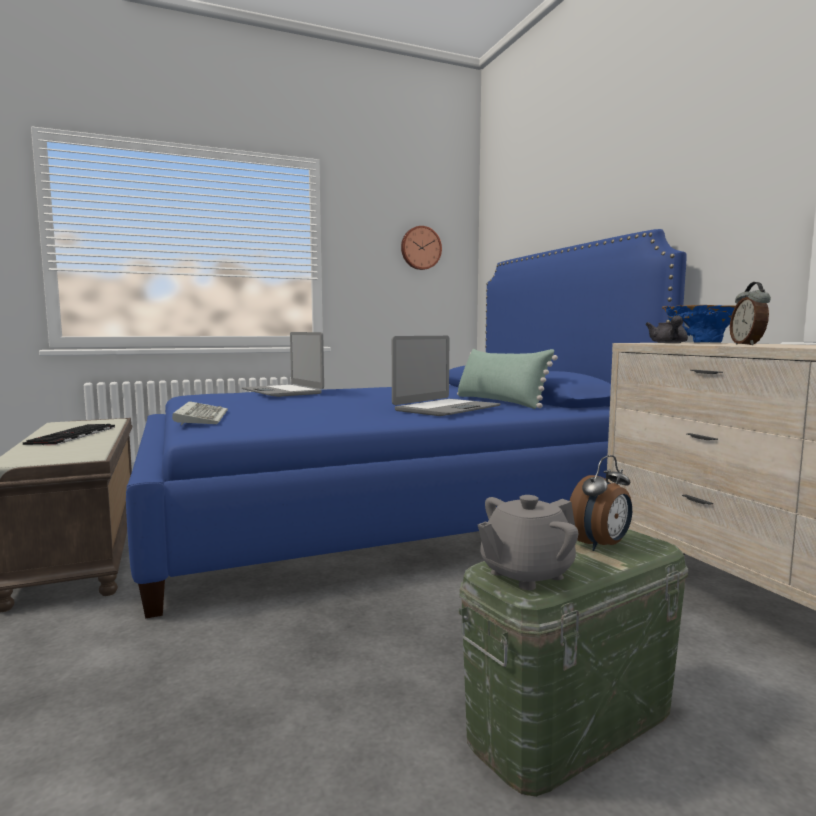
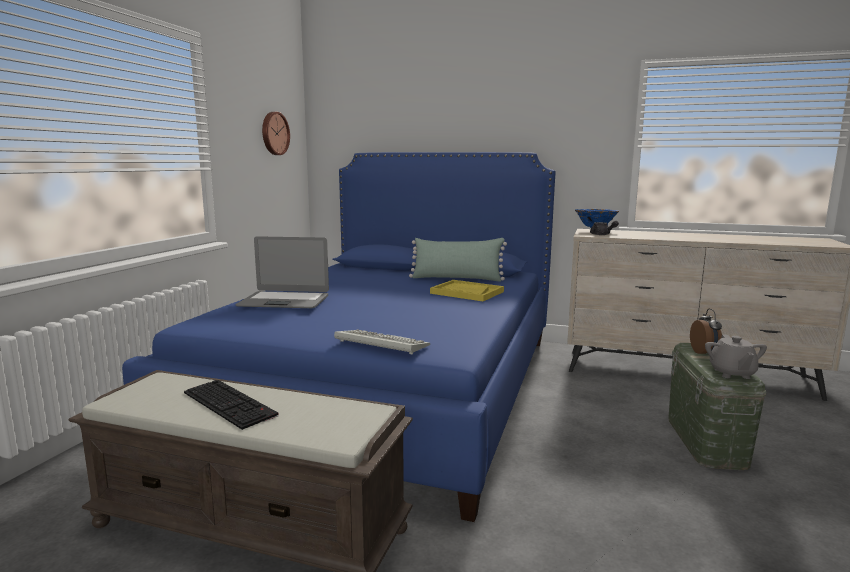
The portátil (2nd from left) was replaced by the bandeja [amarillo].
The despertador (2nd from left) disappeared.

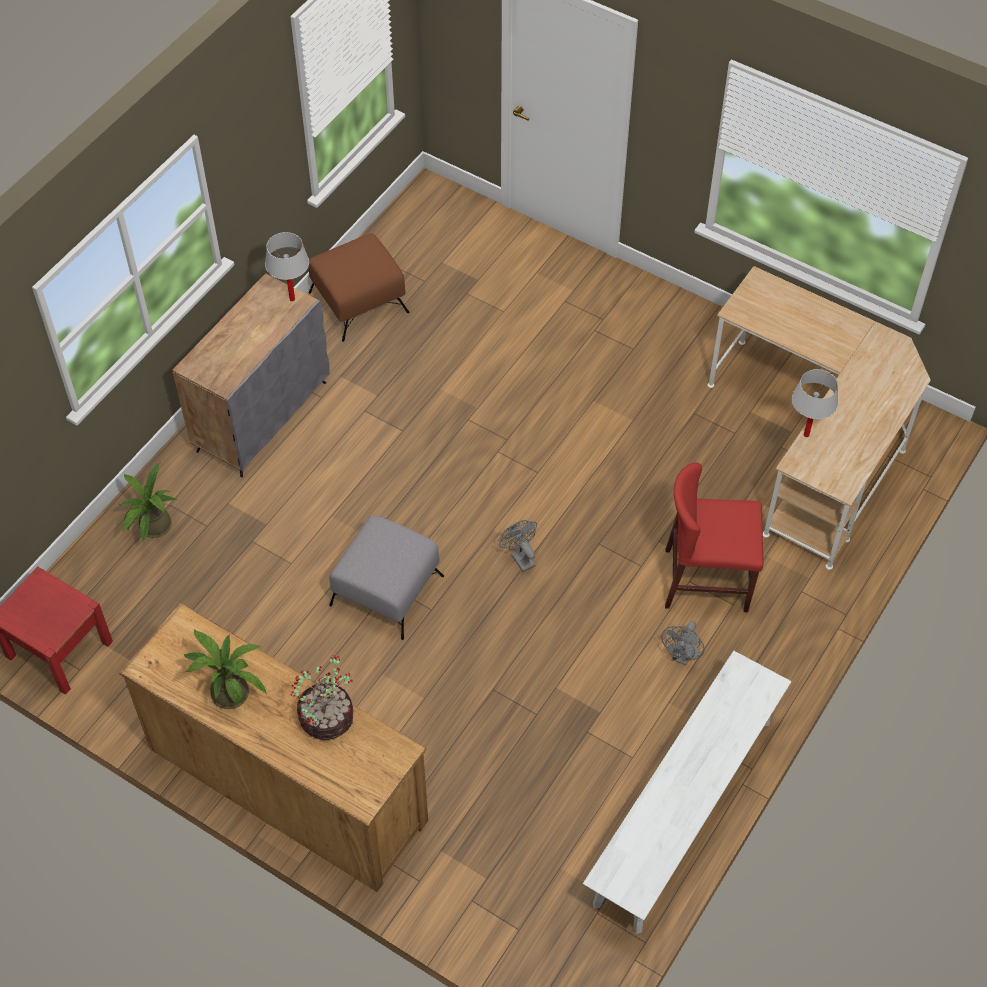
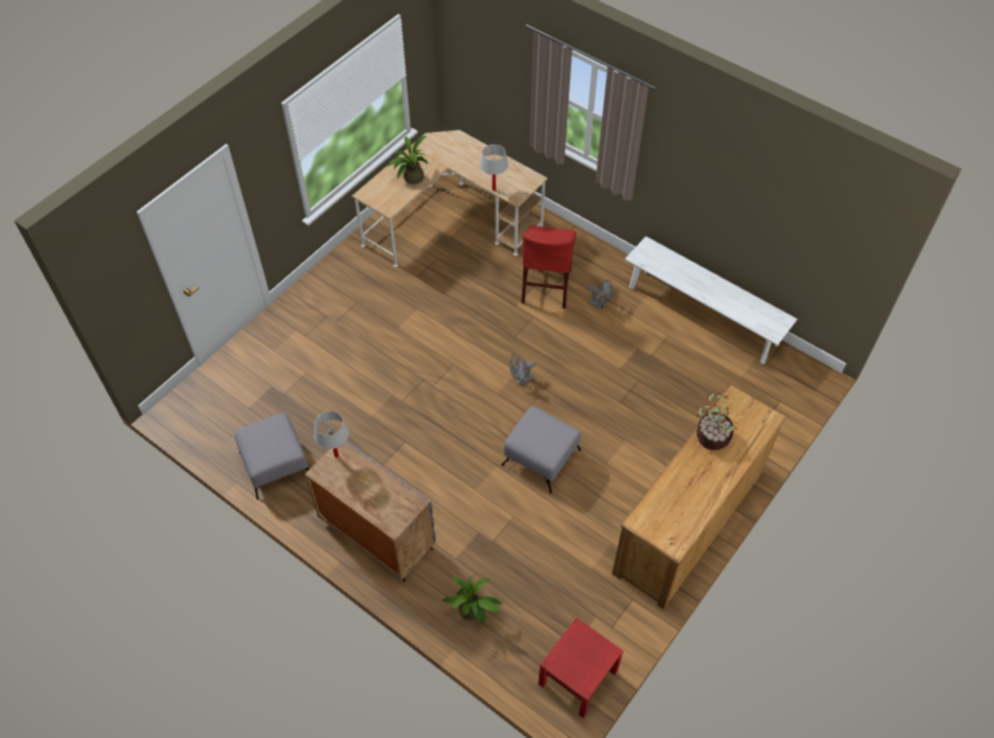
The planta en maceta (2nd from left in the first image) moved.
The puf [marrón] became the puf [gris] (1st from left).

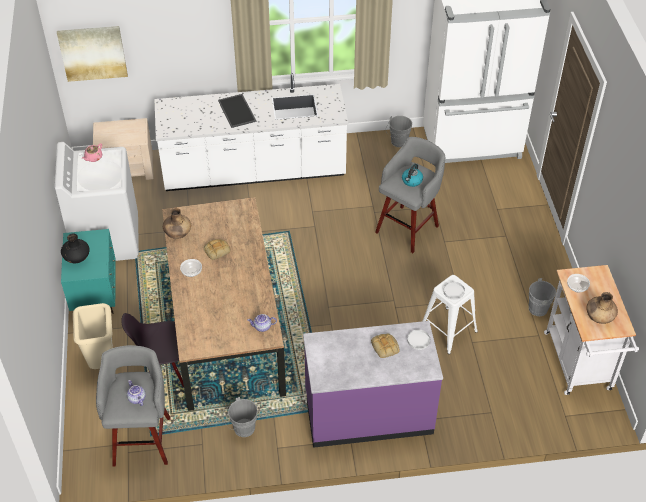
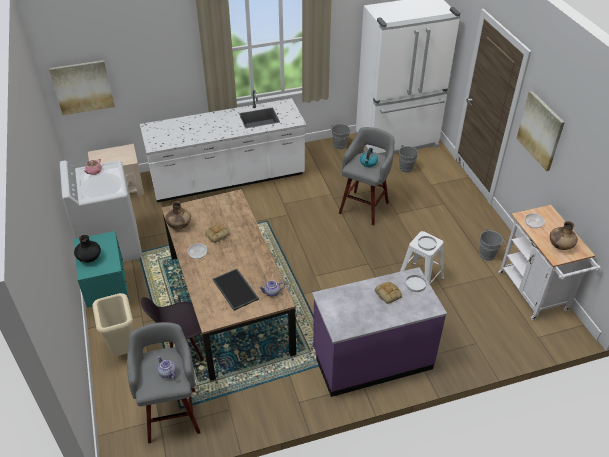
The bandeja moved.
The cubo [gris] (1st from left in the first image) moved.
The cuadro (2nd from left) appeared.

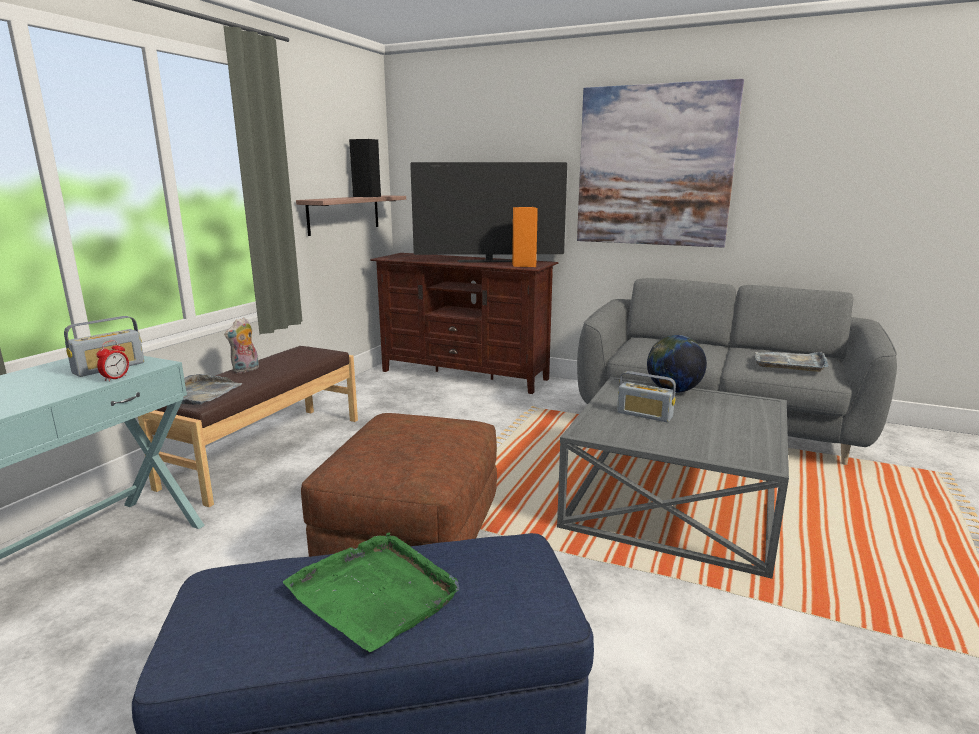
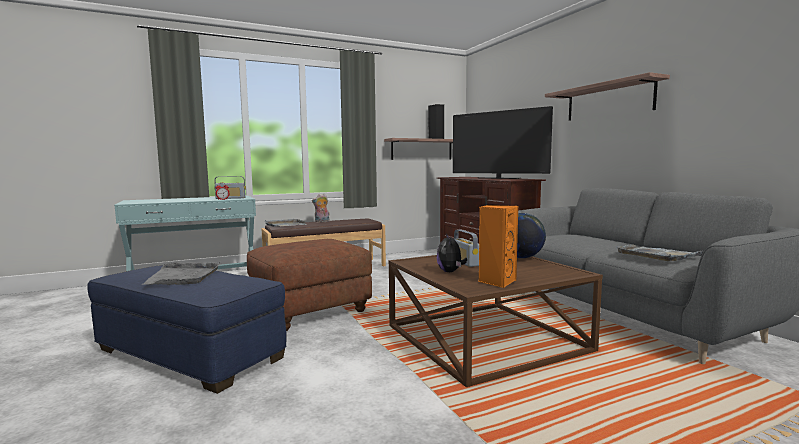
The bandeja [verde] became the bandeja [gris] (1st from left).
The altavoz [naranja] moved.
The mesa de centro [gris] became the mesa de centro [marrón].
The cuadro was replaced by the estante (2nd from left).
The peluche (2nd from left) appeared.

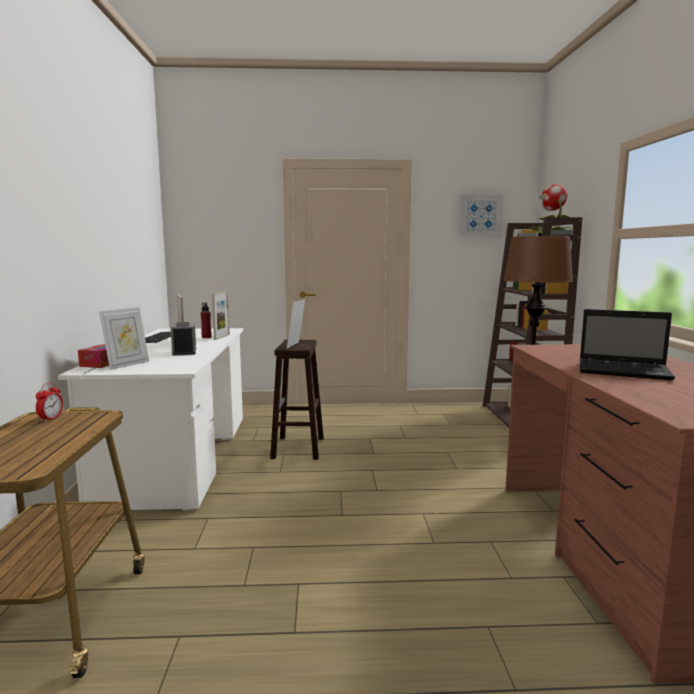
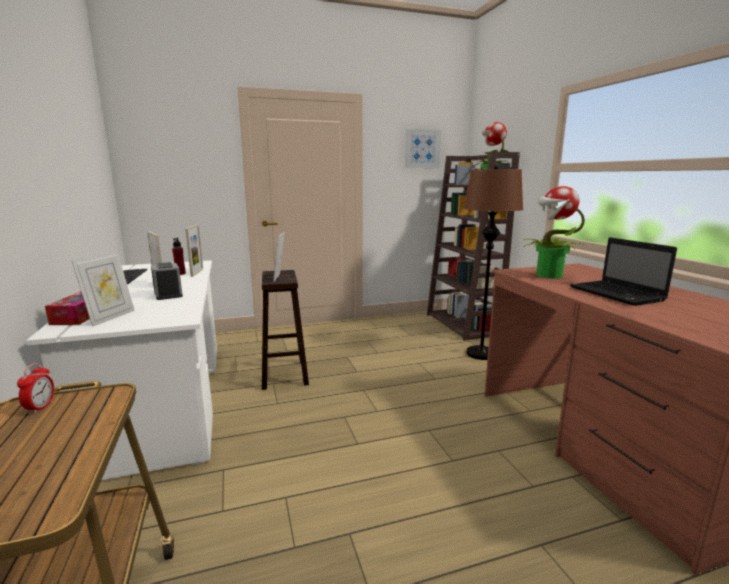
The portátil turned 60 degrees clockwise.
The planta en maceta (2nd from left) appeared.

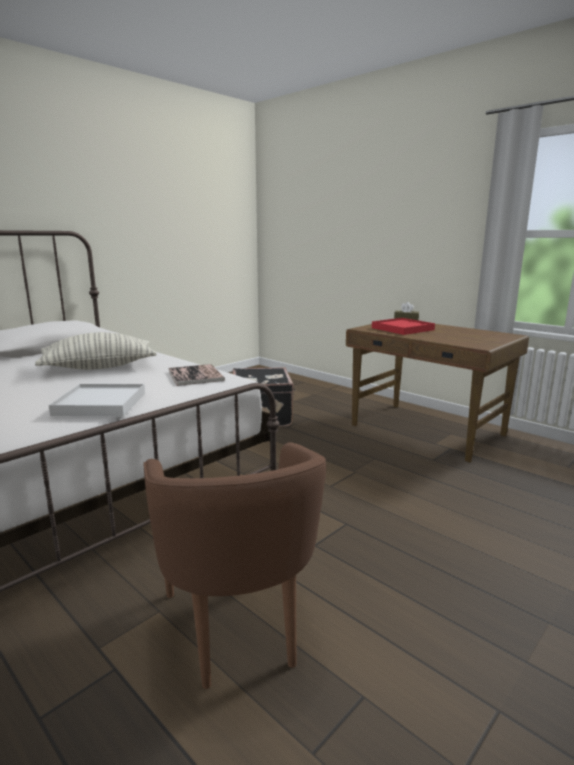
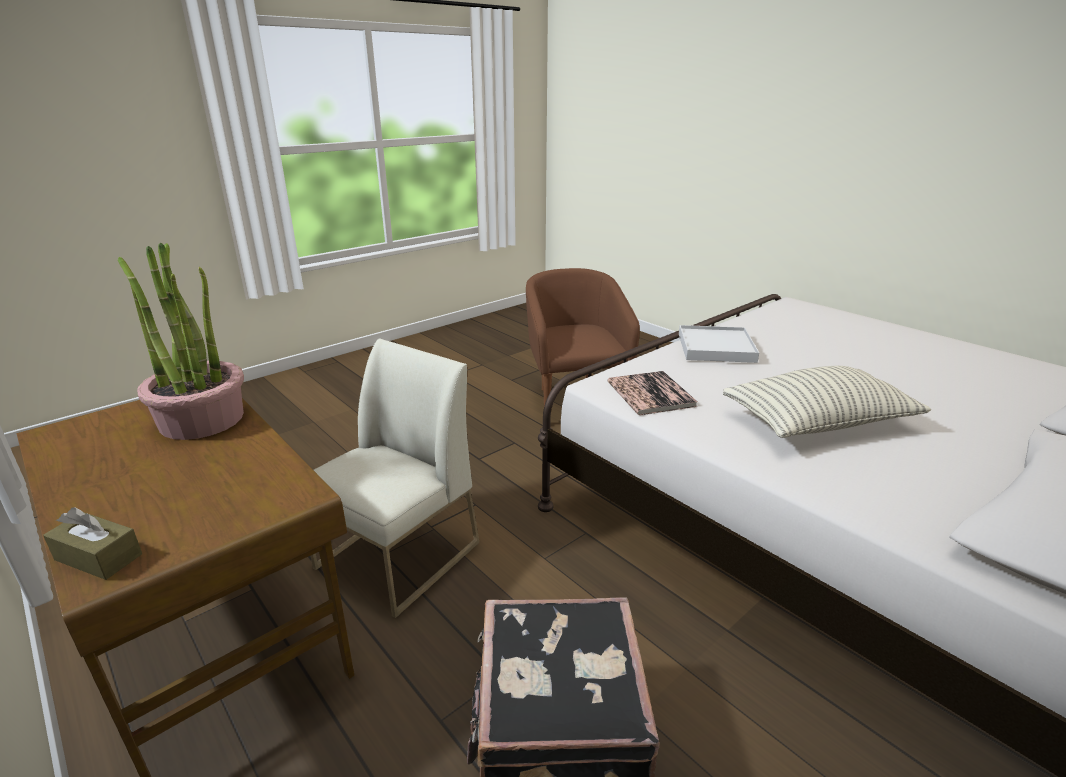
The bandeja [rojo] disappeared.
The planta en maceta appeared.
The silla [blanco] appeared.

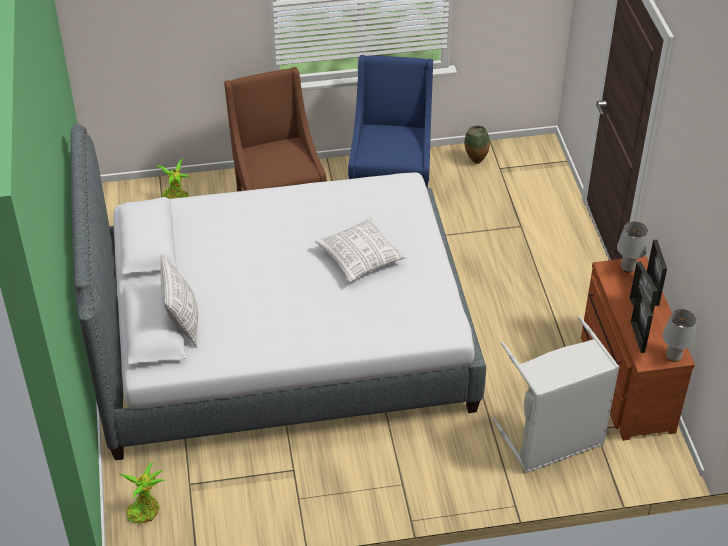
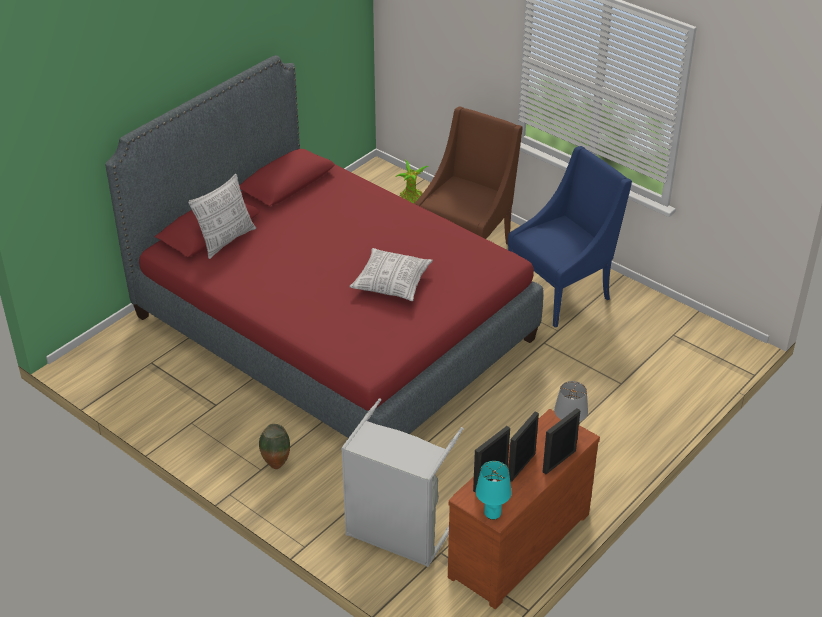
The cama [gris] became the cama [rojo].
The planta en maceta (1st from left) disappeared.
The florero moved.
The lámpara de mesa [gris] (2nd from left) became the lámpara de mesa [turquesa].

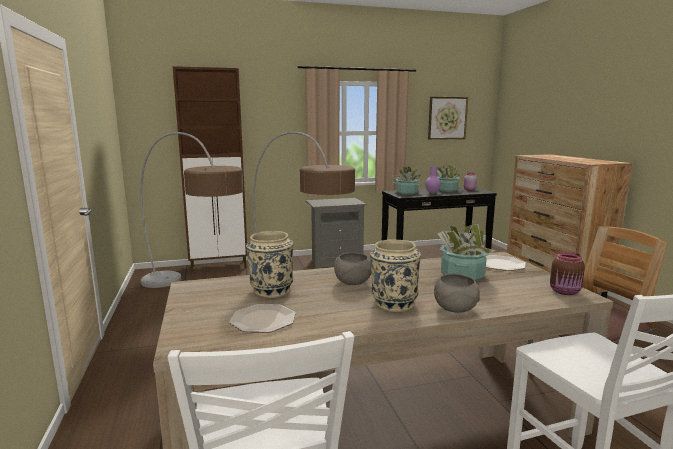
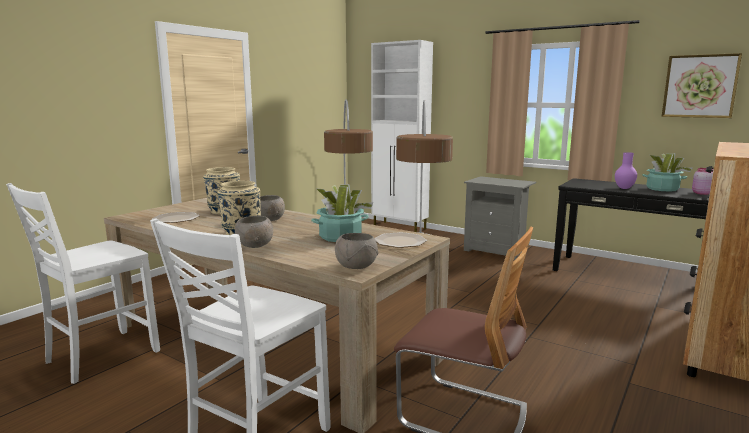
The armario [marrón] became the armario [blanco].
The planta en maceta (1st from left) disappeared.
The tarro [marrón] was replaced by the cuenco [gris] (3rd from left).

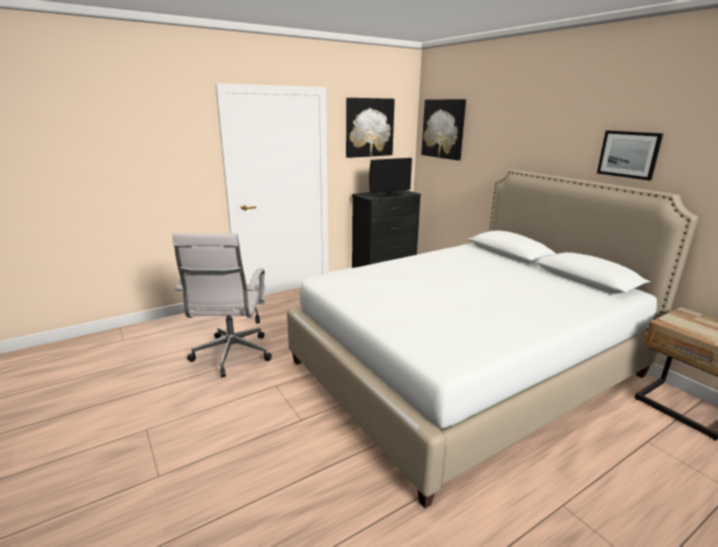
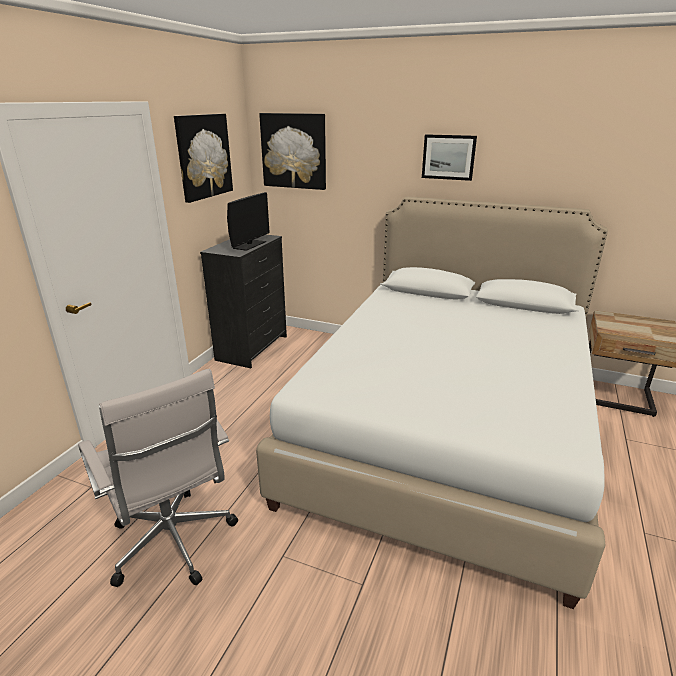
The cuadro (3rd from left) moved.

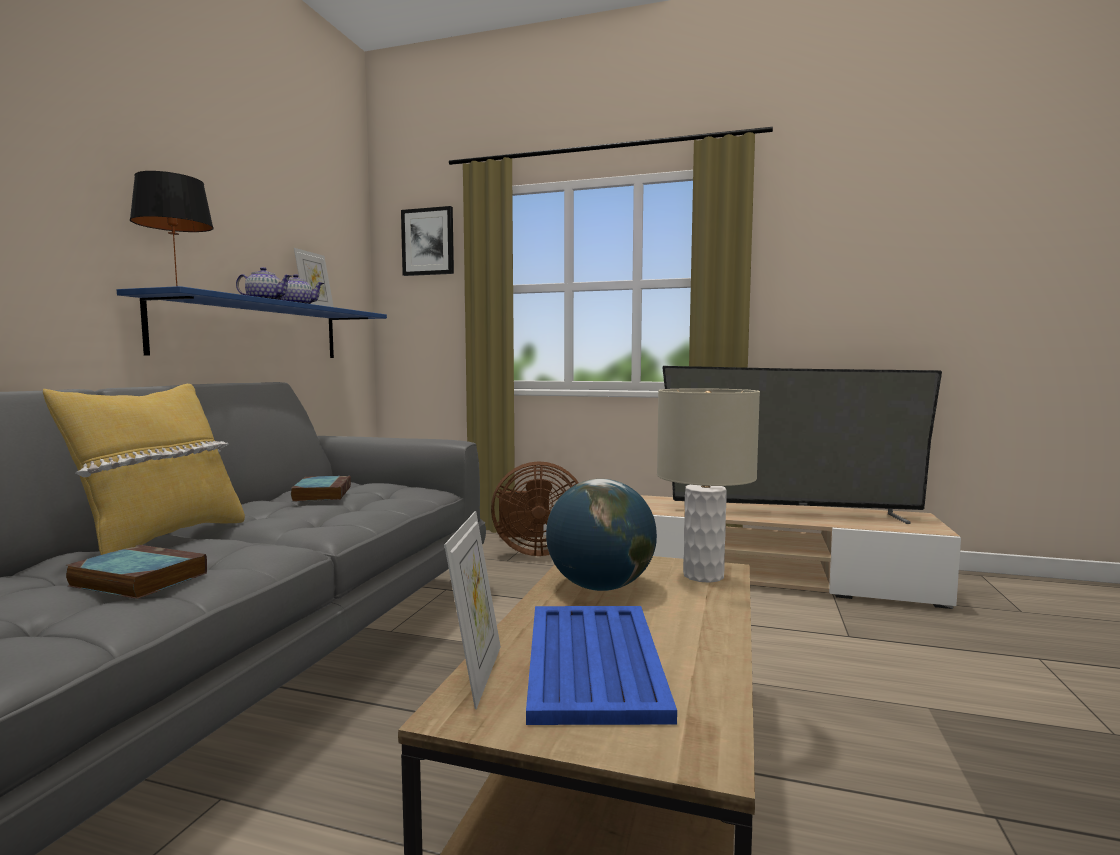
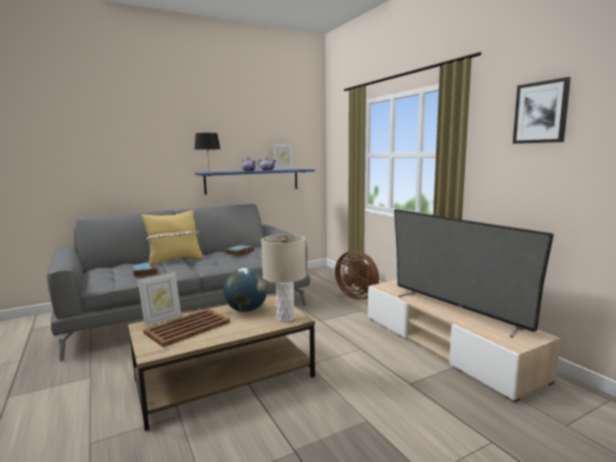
The cuadro moved.
The bandeja [azul] became the bandeja [marrón].

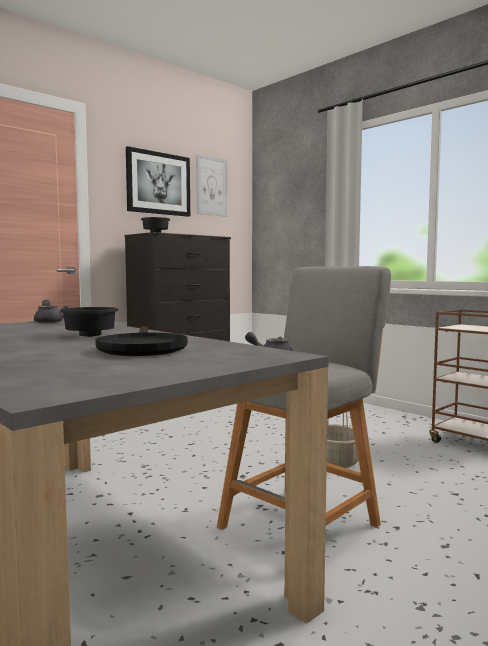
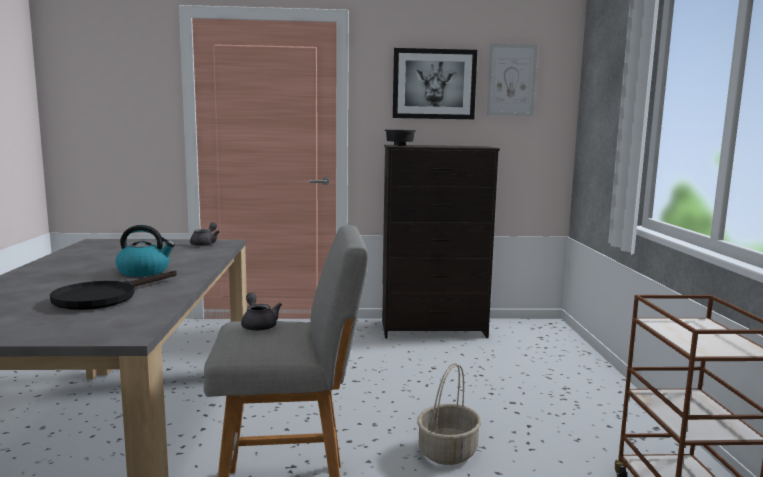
The cuenco [negro] (1st from left) was replaced by the hervidor.

